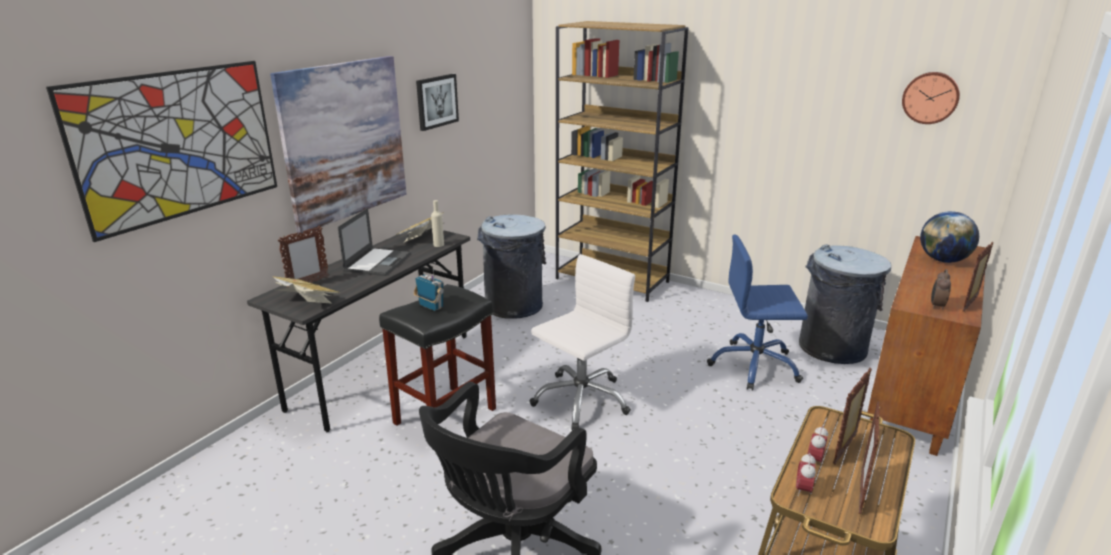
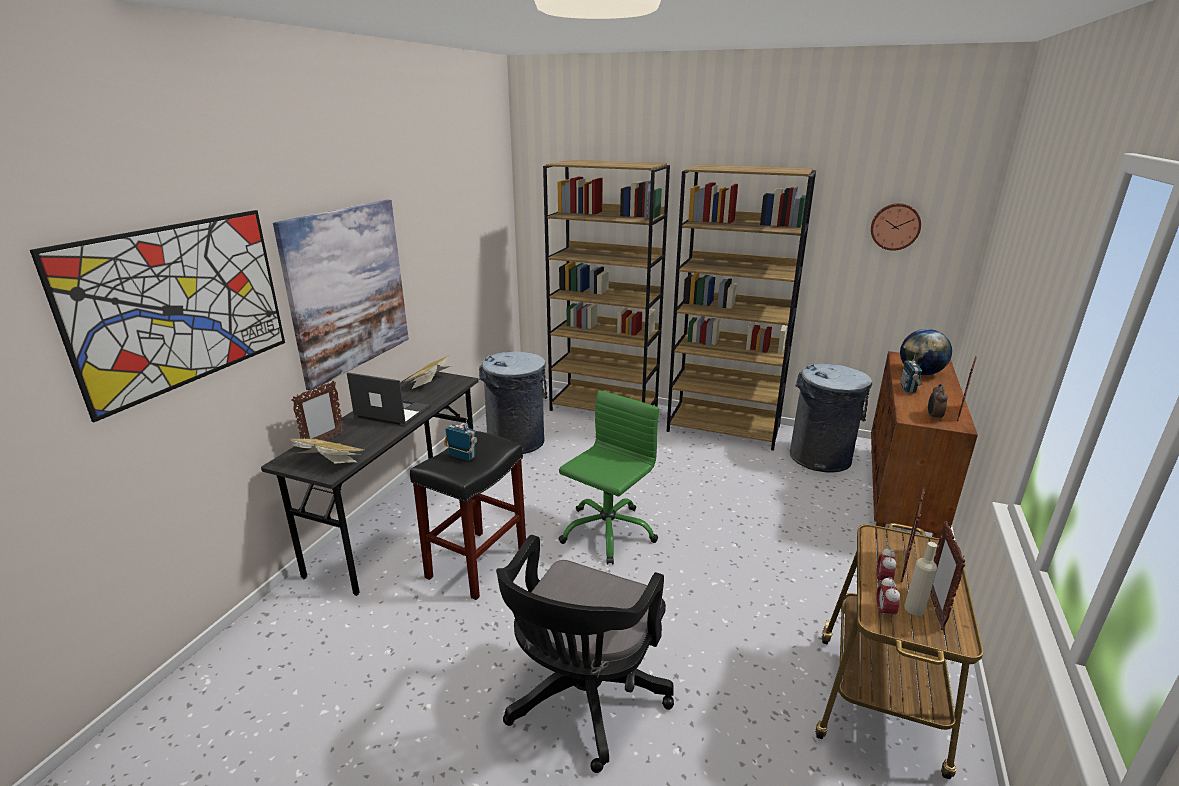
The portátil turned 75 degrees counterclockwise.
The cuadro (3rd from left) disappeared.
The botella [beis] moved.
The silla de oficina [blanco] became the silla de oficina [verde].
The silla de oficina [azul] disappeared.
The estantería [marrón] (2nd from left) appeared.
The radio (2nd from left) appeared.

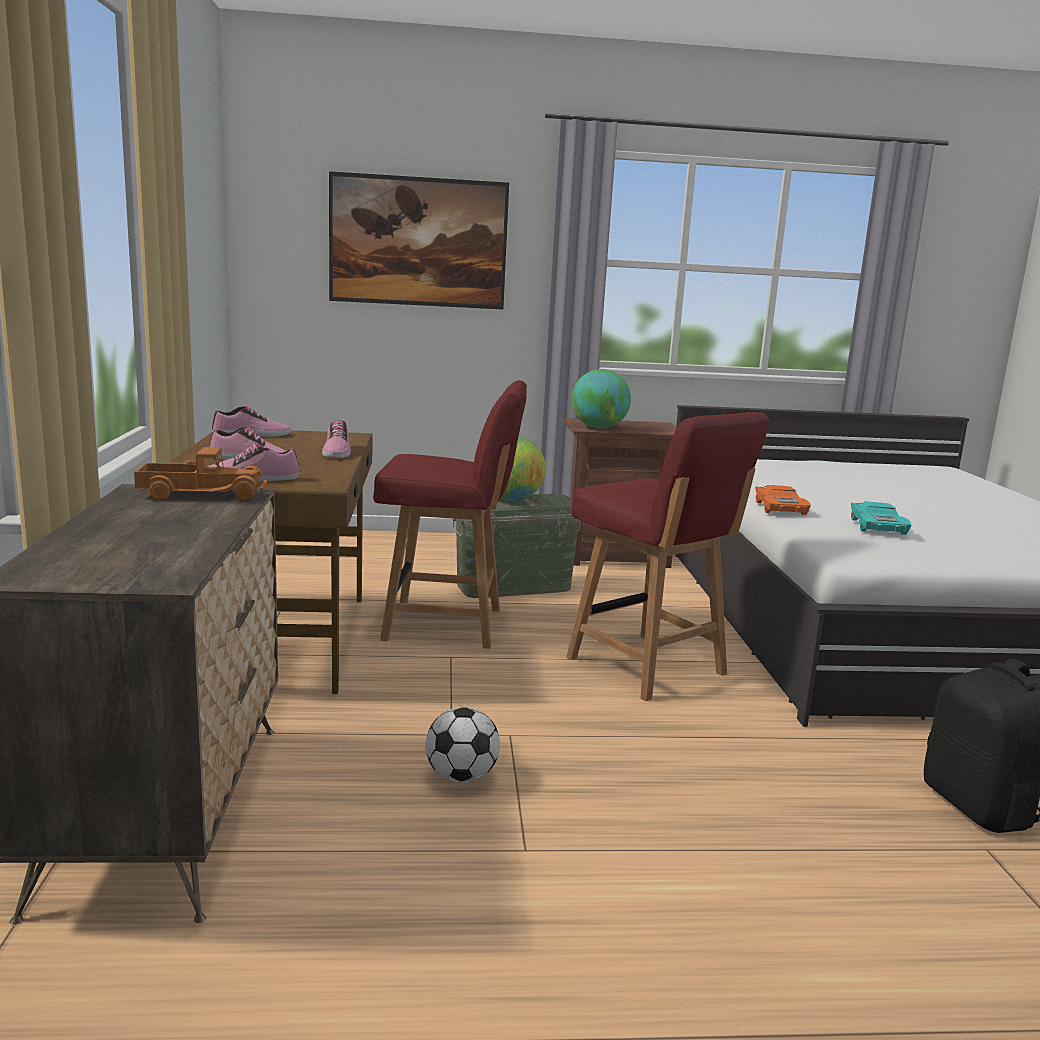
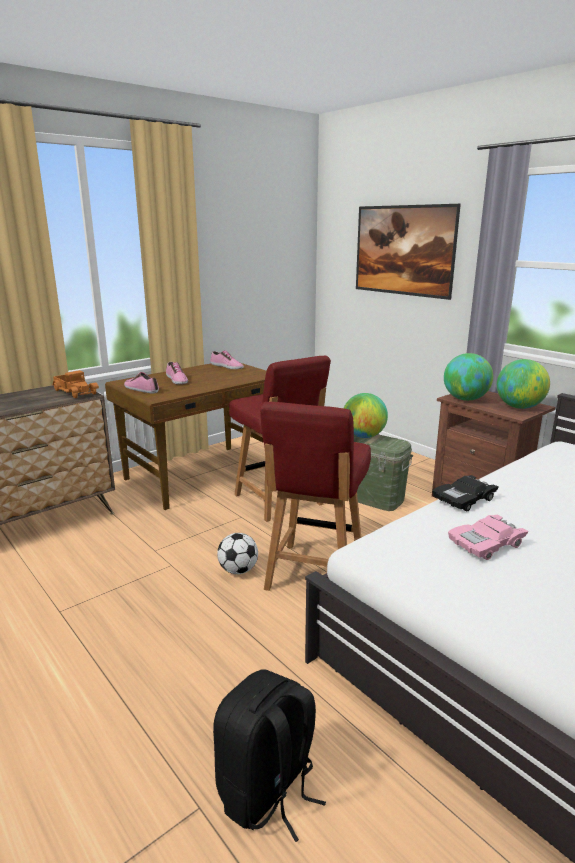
The zapato (4th from left) disappeared.
The balón de fútbol moved.
The coche de juguete [naranja] became the coche de juguete [negro].
The coche de juguete [turquesa] became the coche de juguete [rosa].
The globo terráqueo (3rd from left) appeared.

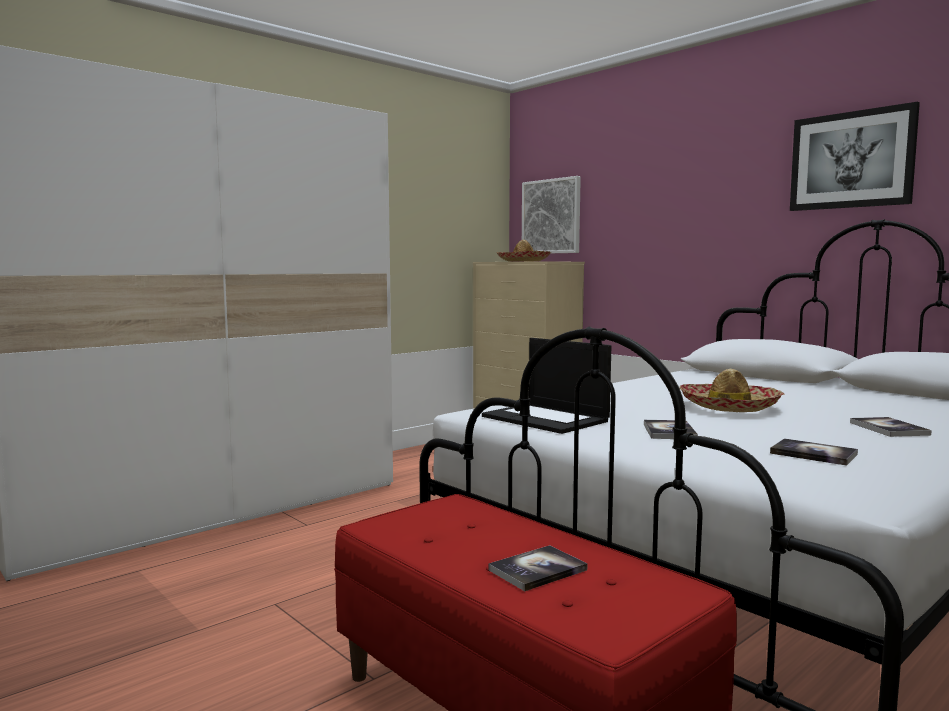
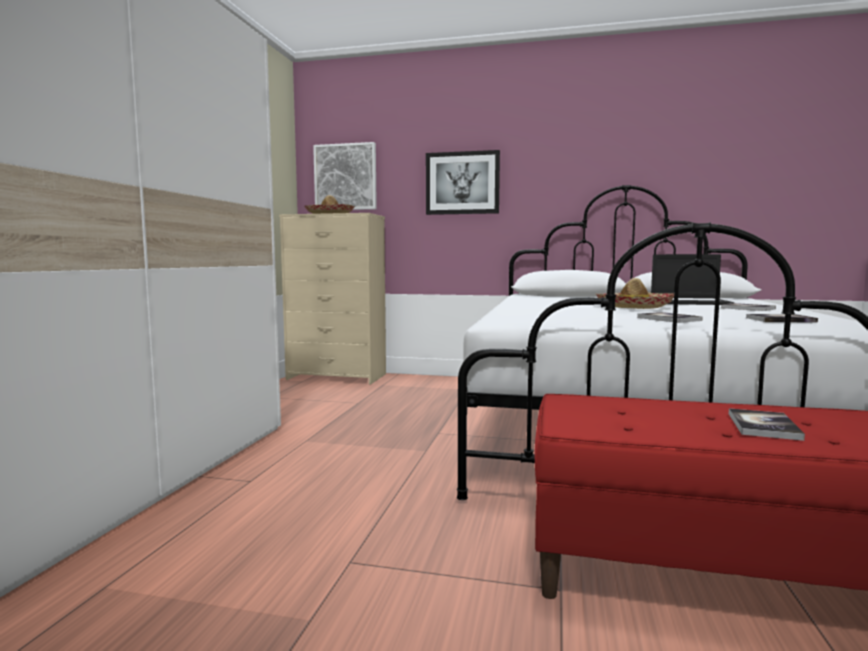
The portátil moved.
The cuadro (2nd from left) moved.

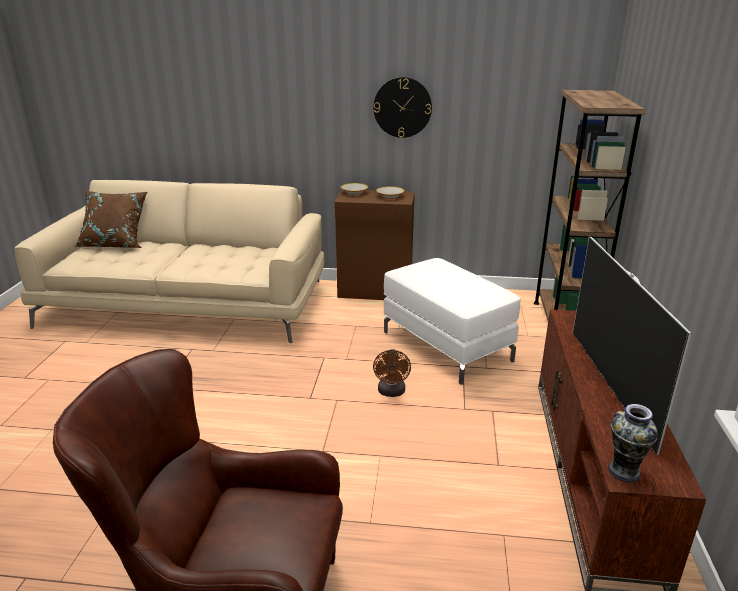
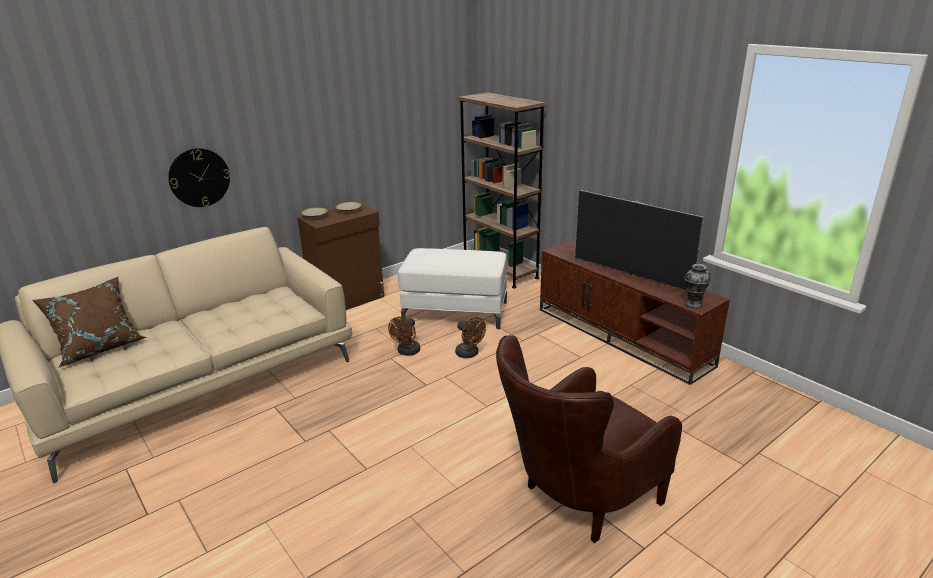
The reloj de pared moved.
The ventilador [marrón] (1st from left) appeared.

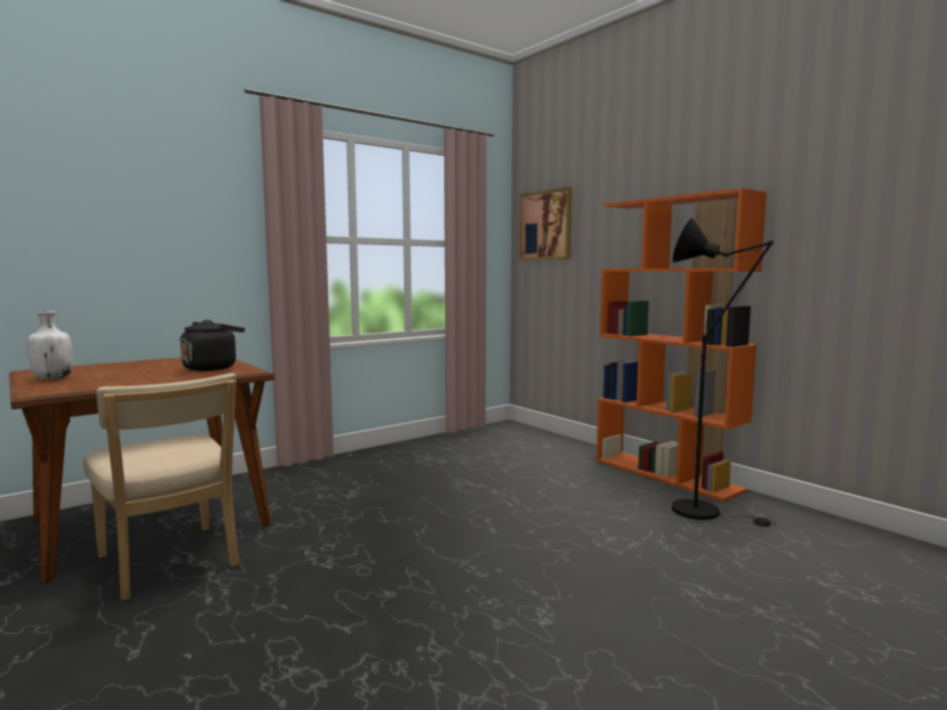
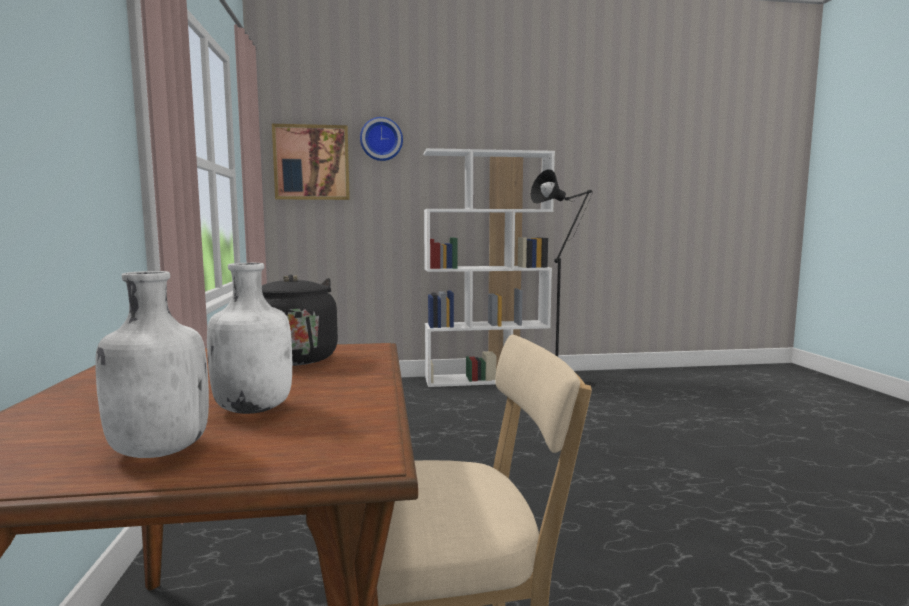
The estantería [naranja] became the estantería [blanco].
The botella [blanco] (2nd from left) appeared.
The reloj de pared appeared.

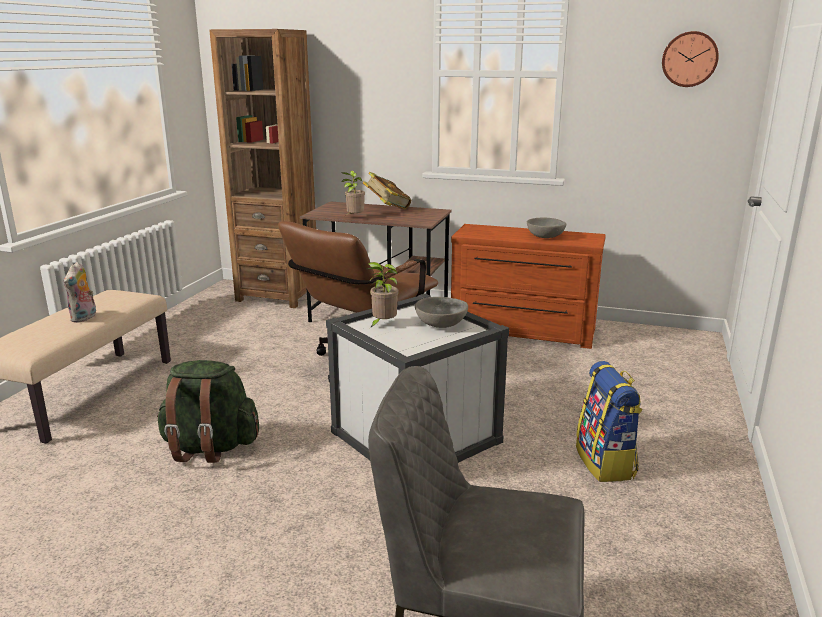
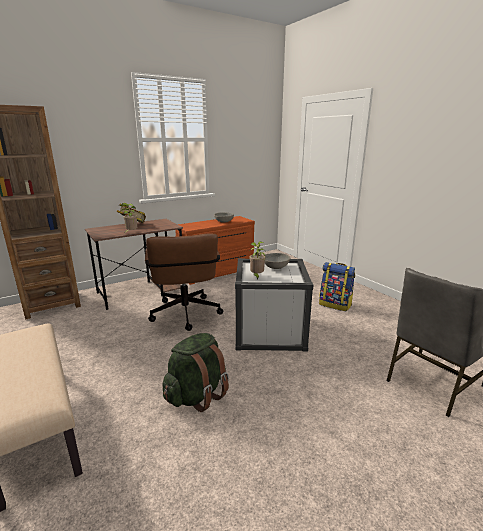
The peluche disappeared.
The reloj de pared disappeared.

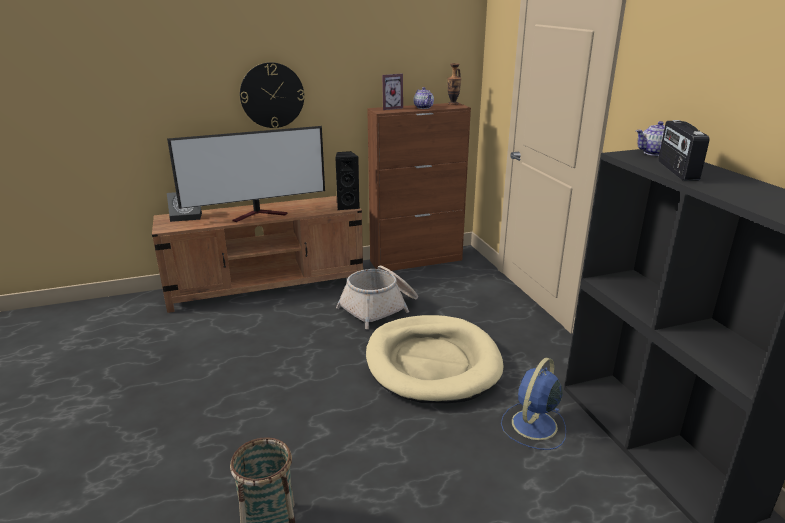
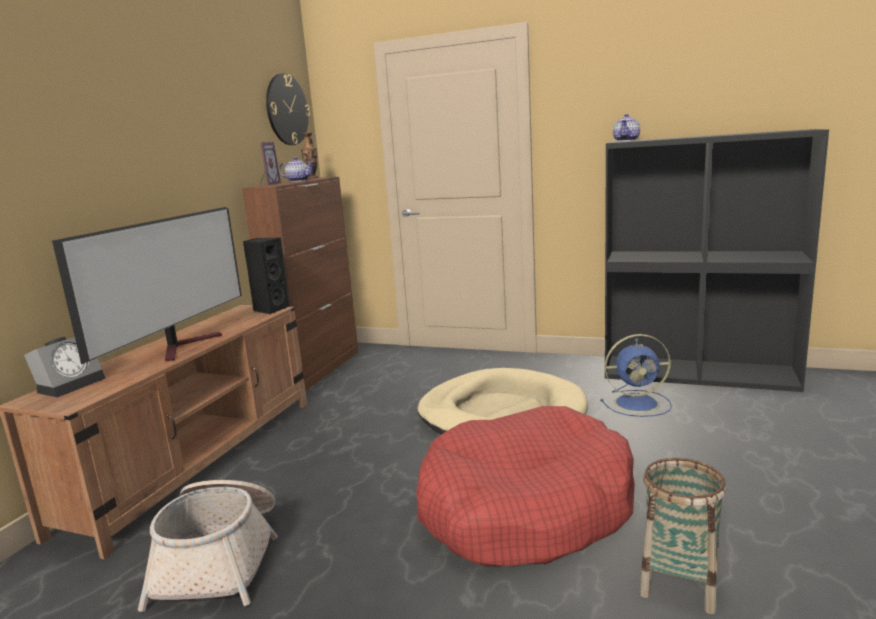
The reloj de pared moved.
The cesta (2nd from left in the first image) moved.
The ventilador [azul] turned 75 degrees counterclockwise.
The radio disappeared.
The cama para perro [rojo] appeared.

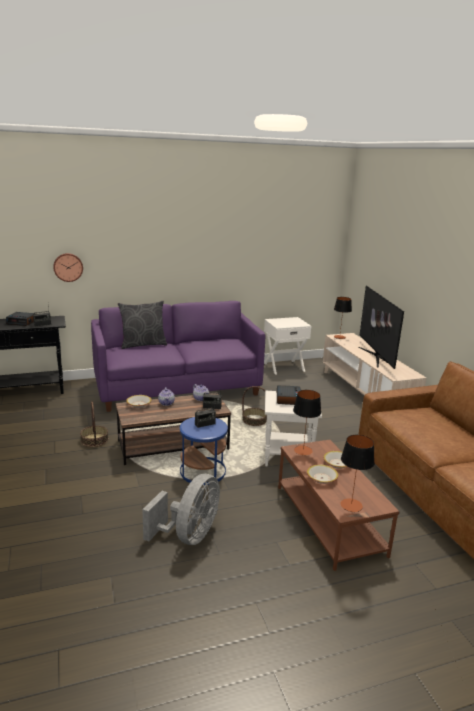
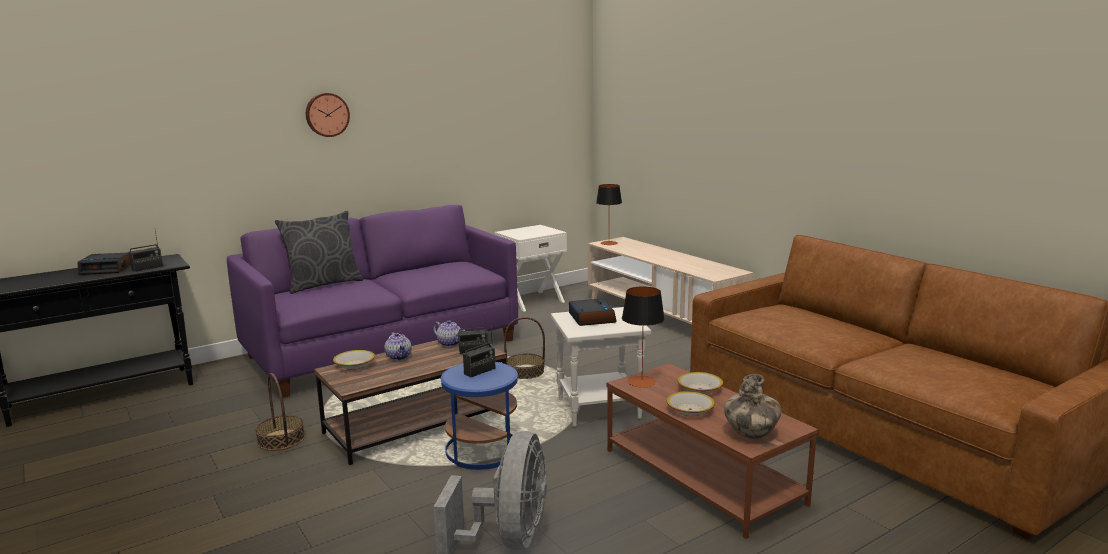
The reloj de pared moved.
The lámpara de mesa (3rd from left) was replaced by the florero.
The televisor disappeared.

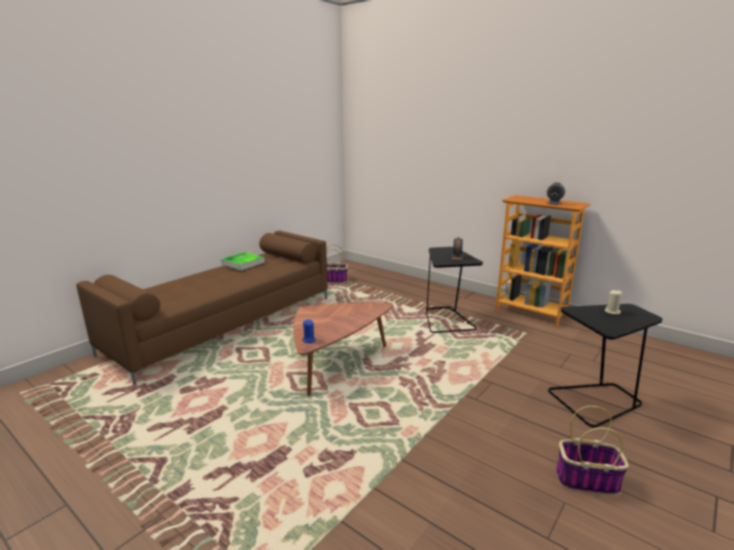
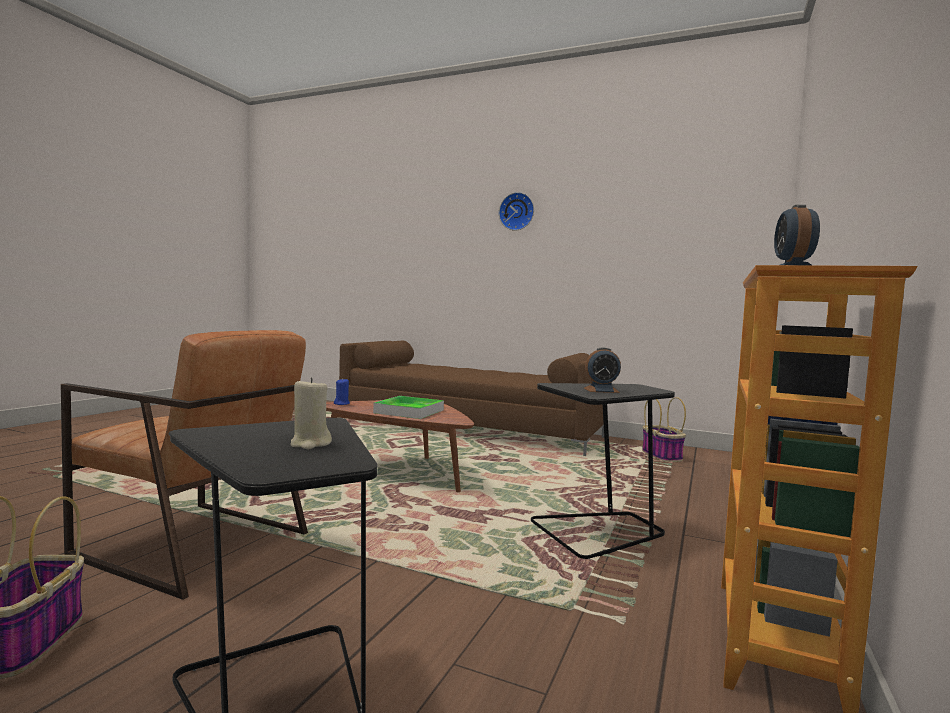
The bandeja moved.
The sillón [marrón] appeared.
The reloj de pared appeared.

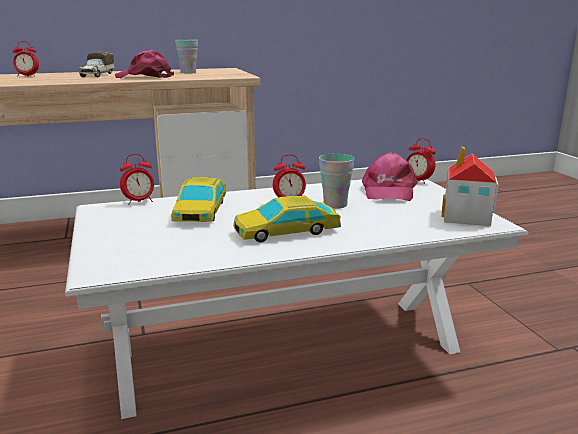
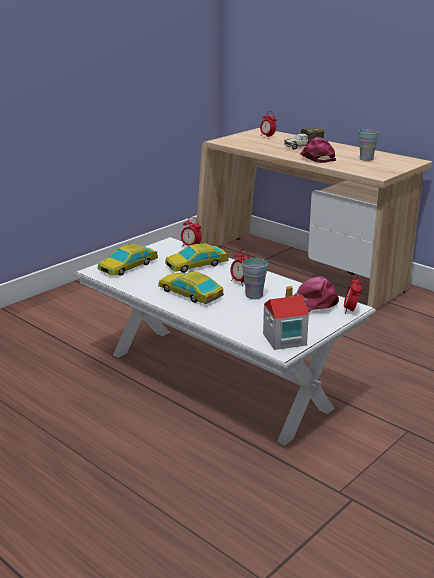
The coche de juguete (1st from left) appeared.

